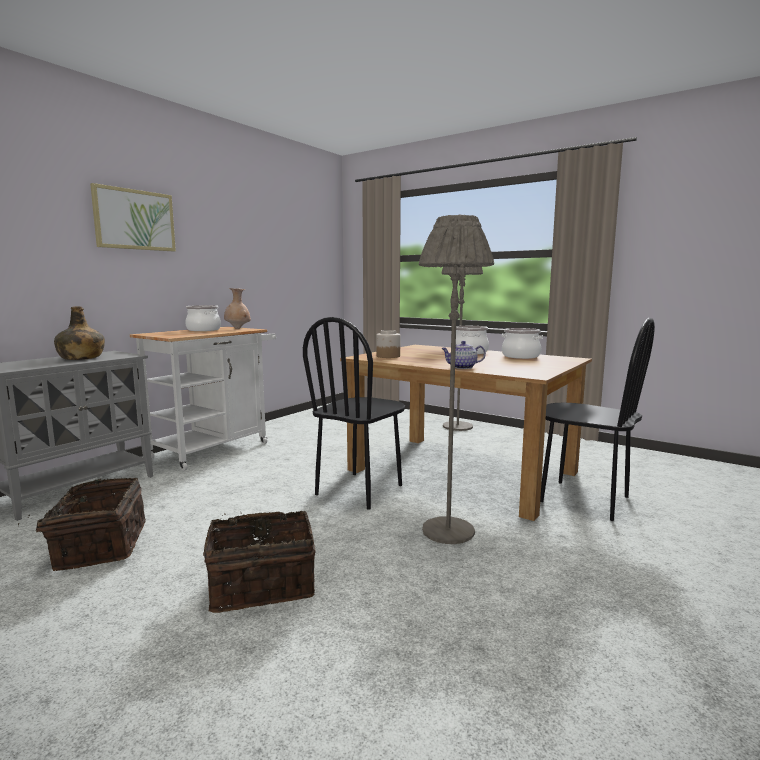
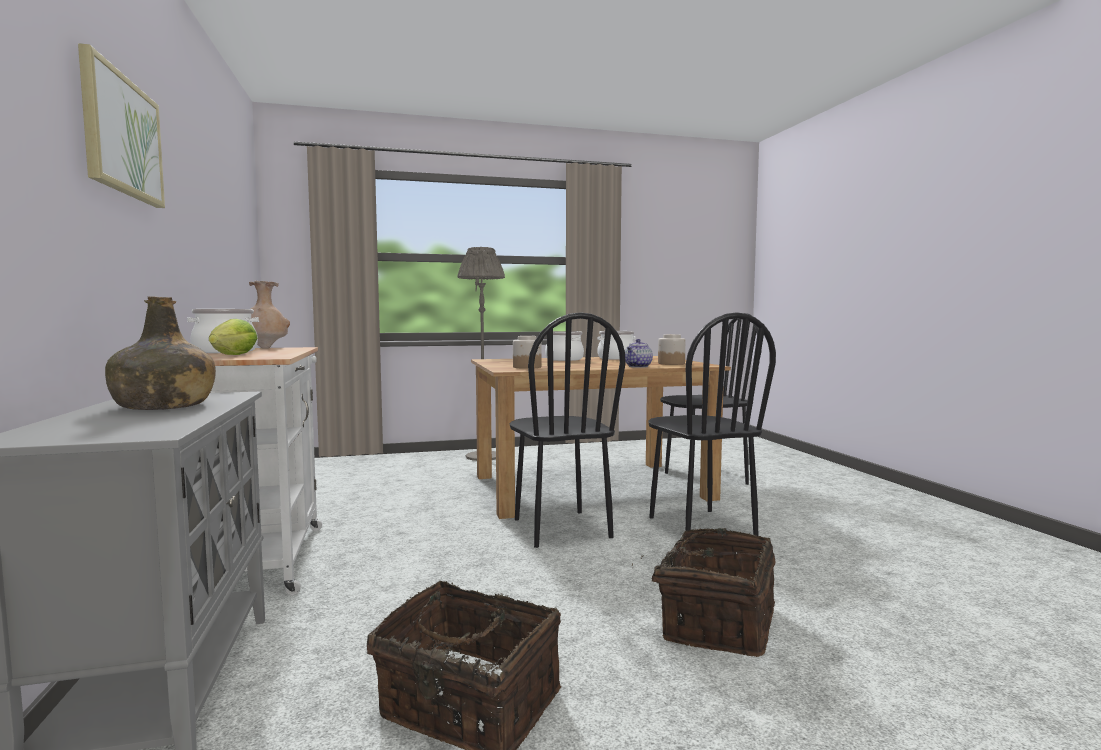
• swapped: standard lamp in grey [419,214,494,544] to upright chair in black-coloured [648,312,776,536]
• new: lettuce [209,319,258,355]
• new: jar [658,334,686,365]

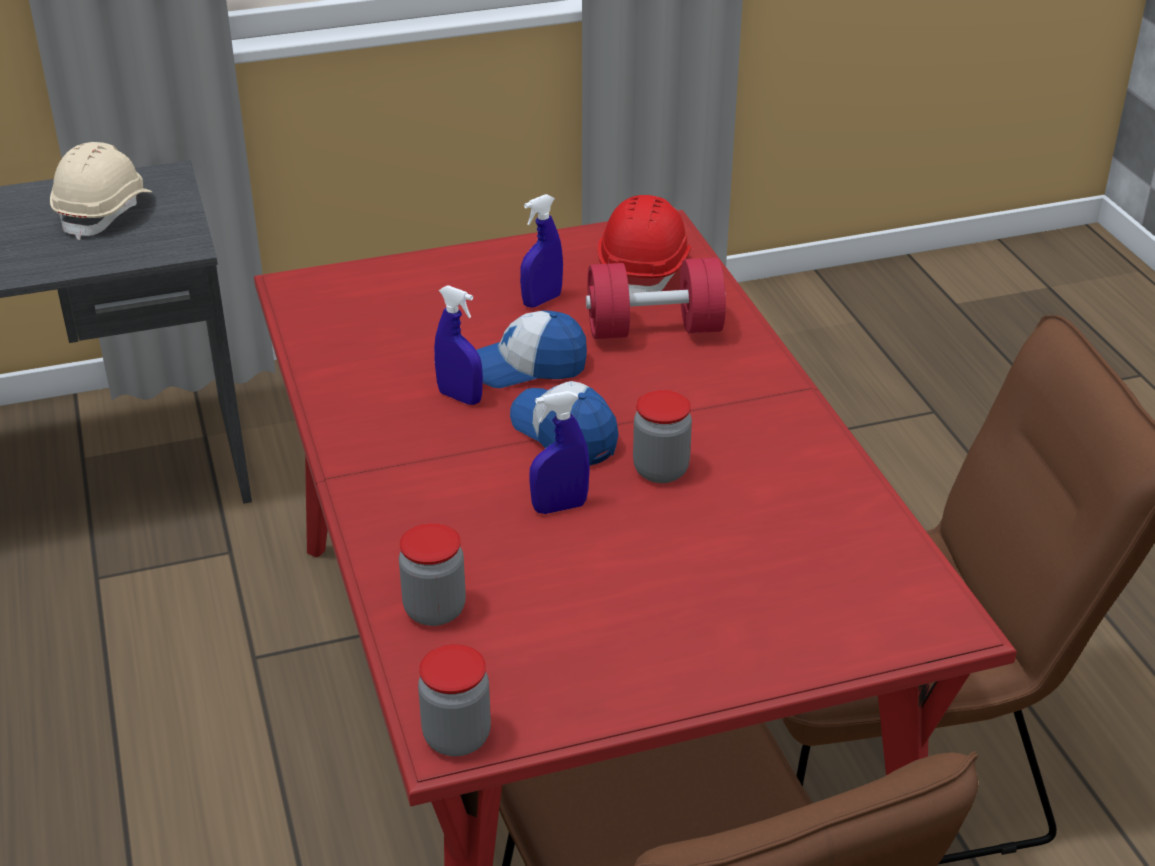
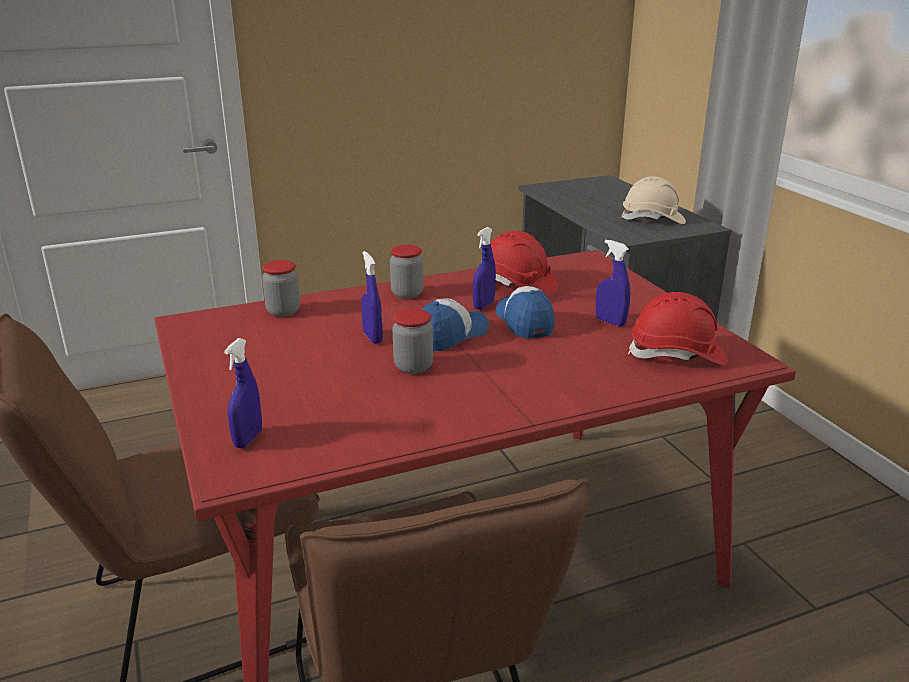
• shifted: jar [418,644,491,756] to [390,245,424,299]
• gone: hand weight in red [586,257,726,339]
• new: spray bottle in blue-coloured [224,338,262,448]
• new: work helmet in red [491,231,558,296]

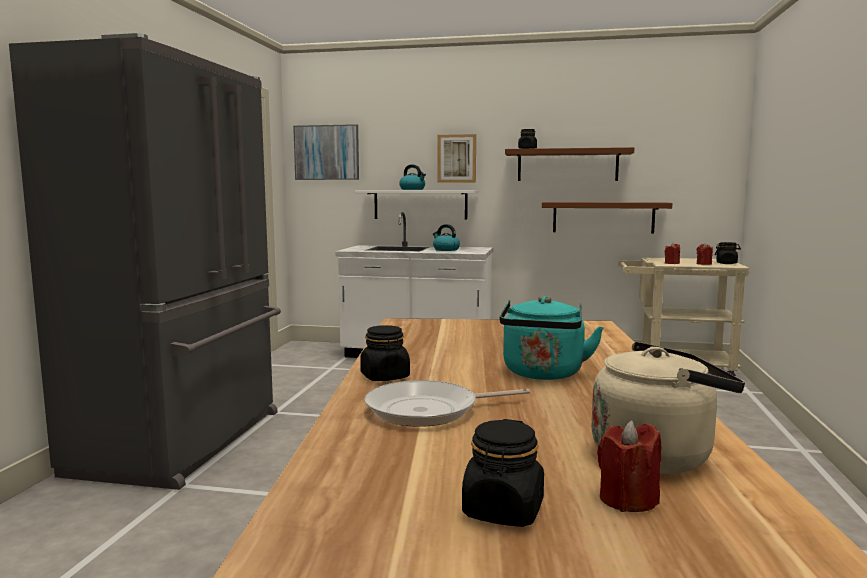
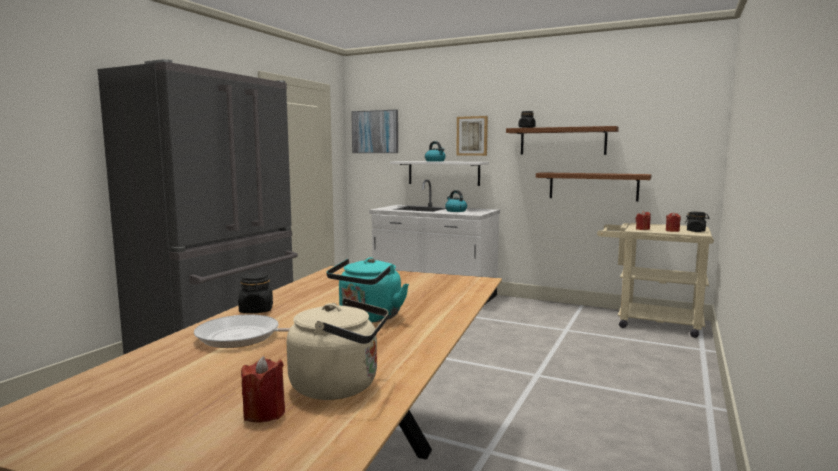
• gone: jar in black-coloured [462,419,544,527]

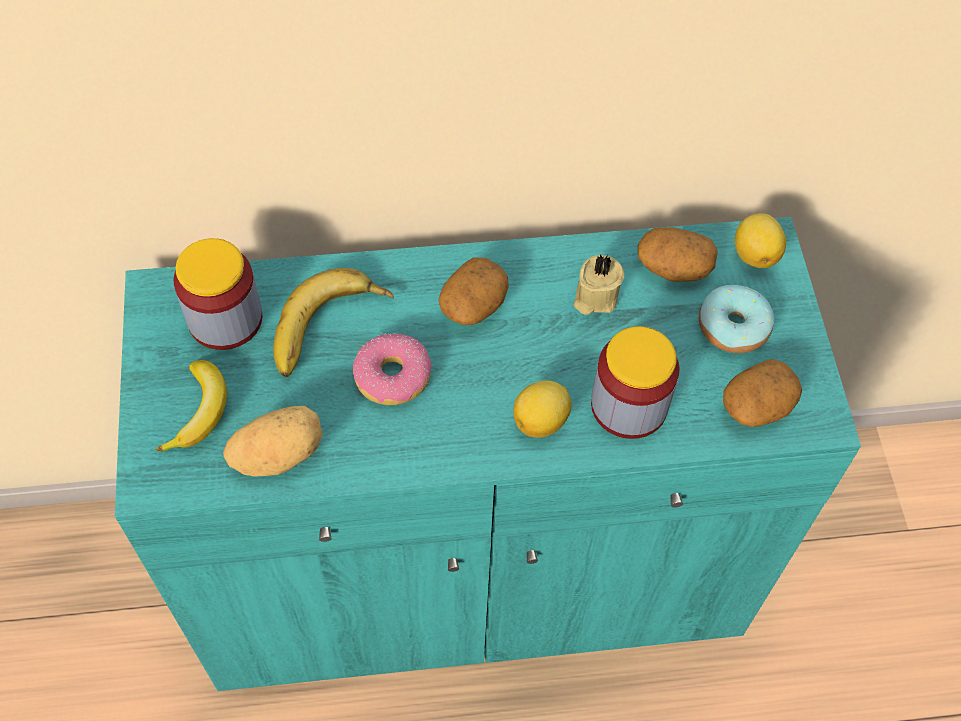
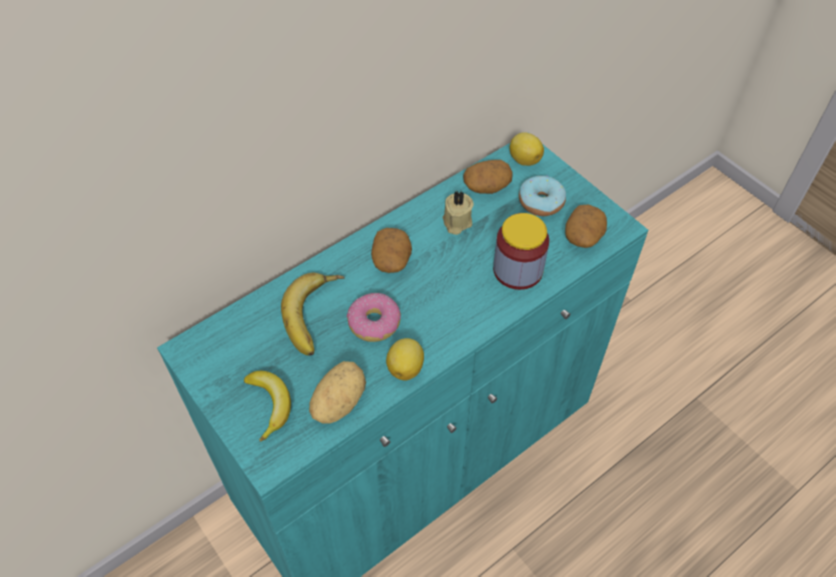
• gone: jar [174,238,263,350]
• shifted: citrus fruit [513,380,572,438] to [386,338,424,381]

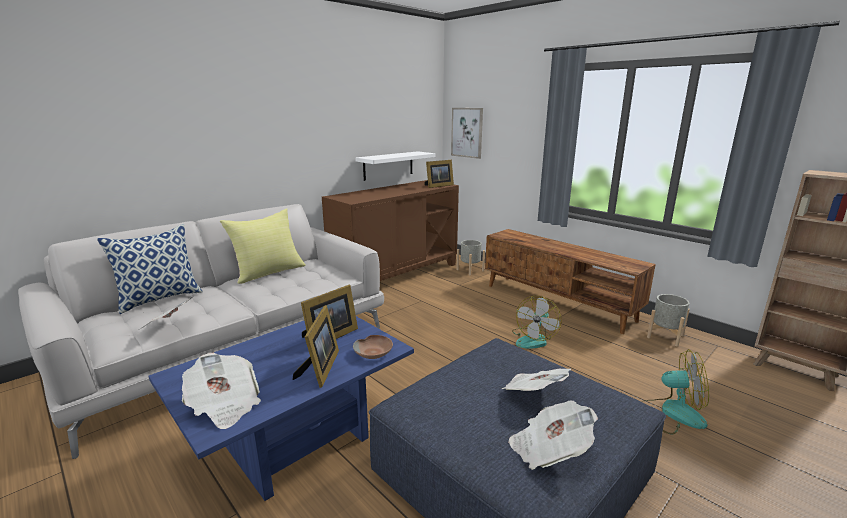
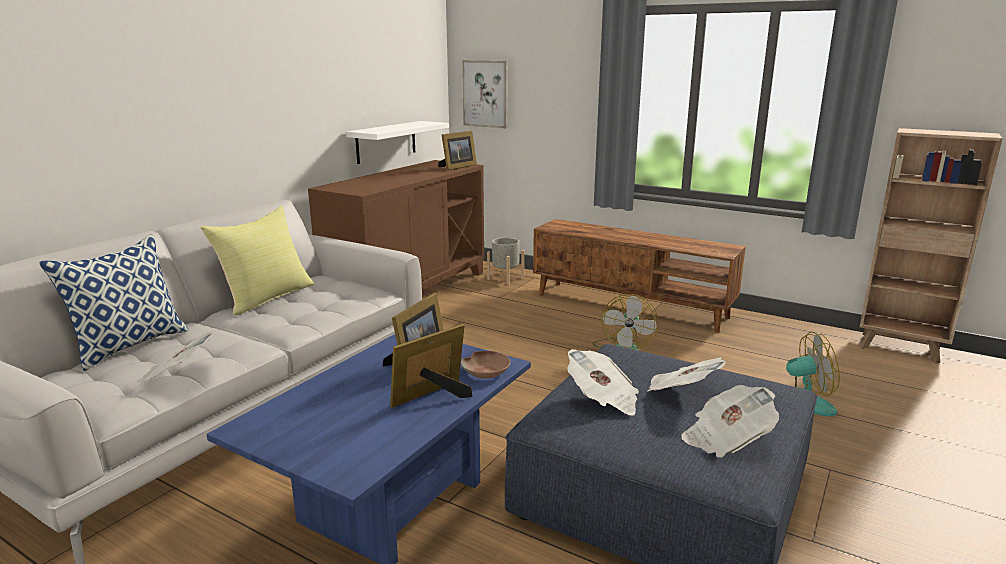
• shifted: printed paper [182,353,261,429] to [567,349,639,416]
• rotated: photo frame [293,305,339,388] = [390,324,472,408] 120 degrees counterclockwise
• gone: flower pot in grey [647,294,690,347]

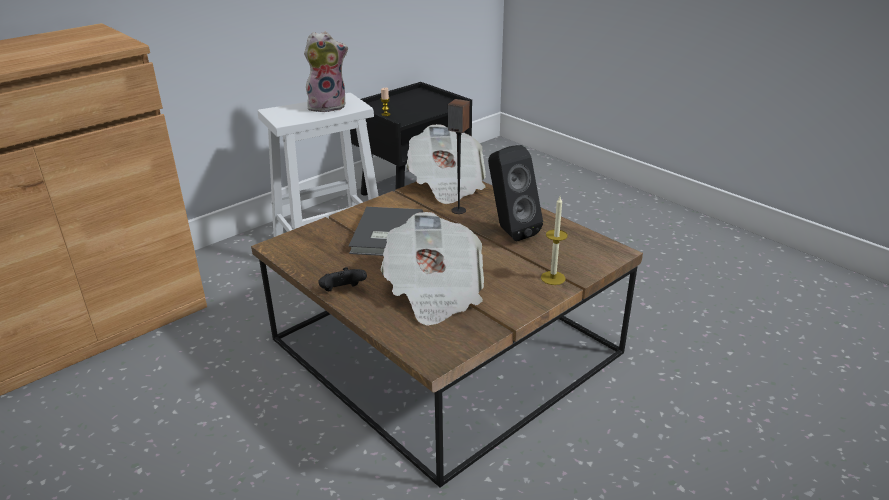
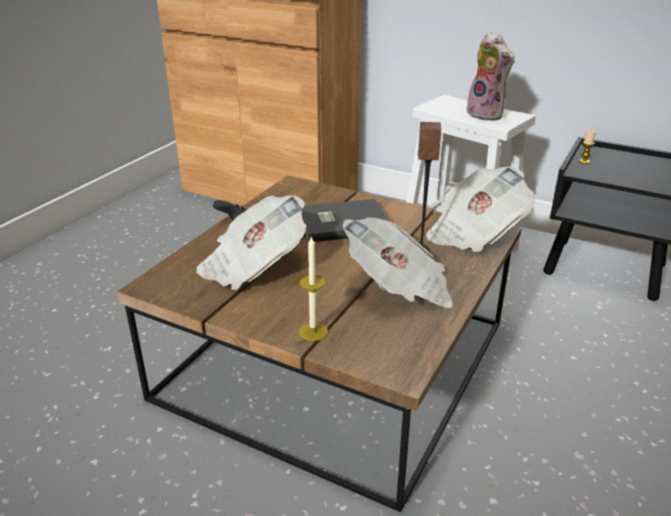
• swapped: speaker in black-coloured [488,145,543,241] to printed paper [343,217,453,308]

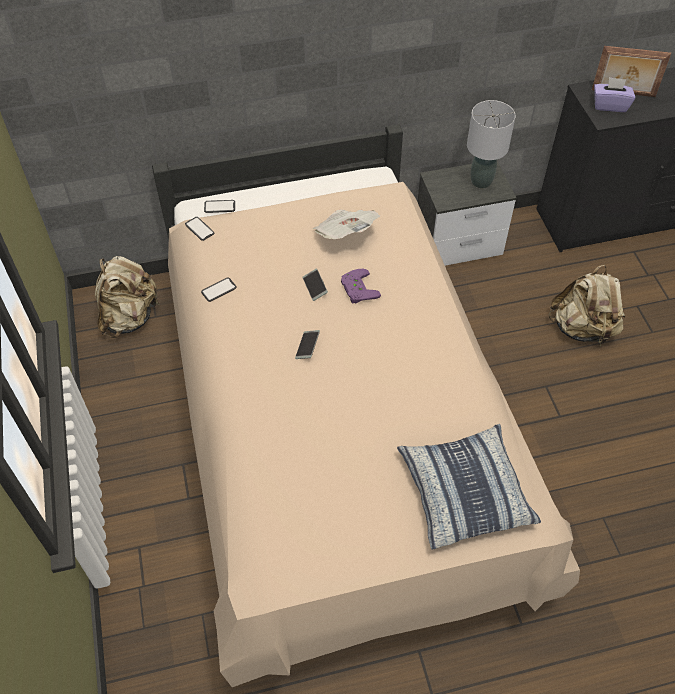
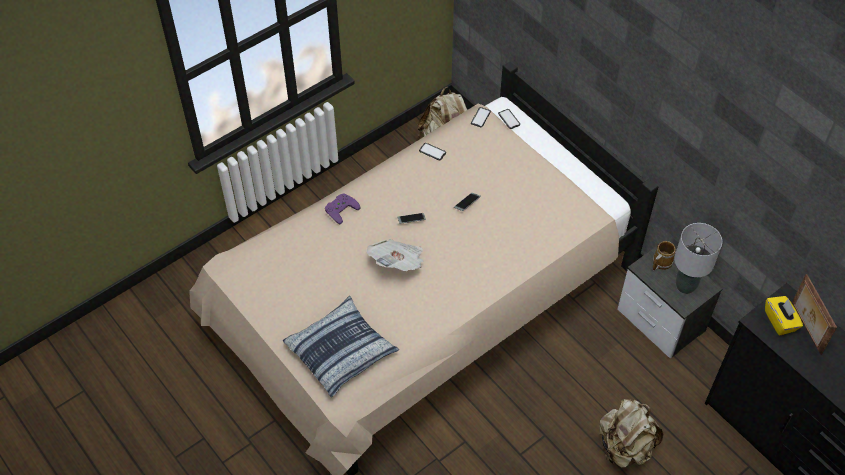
• shifted: printed paper [313,209,380,239] to [367,239,423,271]
• shifted: gamepad in purplish [341,269,381,303] to [325,193,361,224]
• repainted: tissue box in purplish [594,77,635,112] to tissue box in yellow [765,296,803,336]
• new: mug [653,241,676,270]

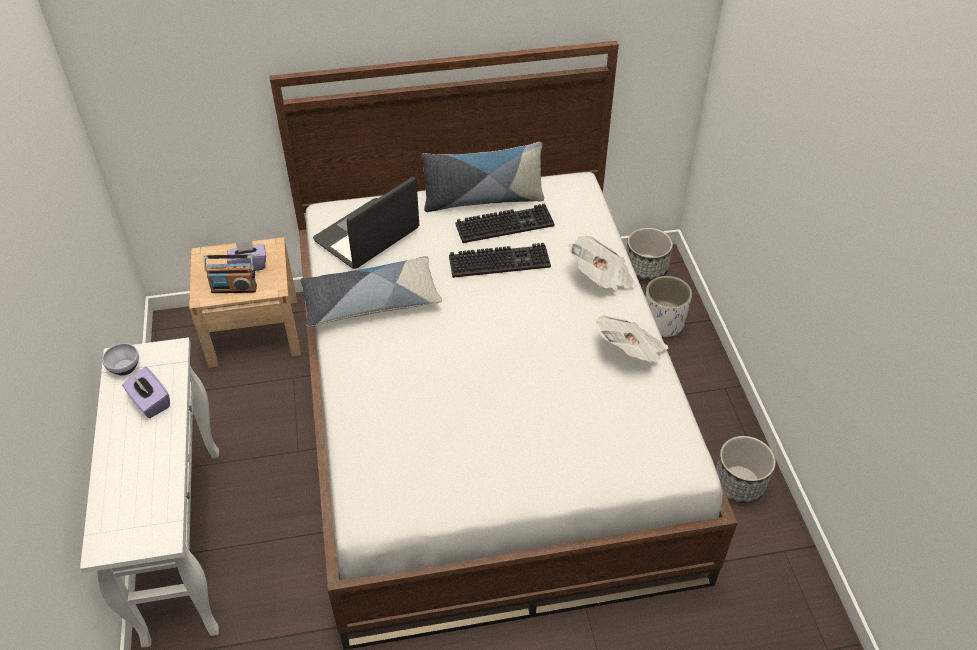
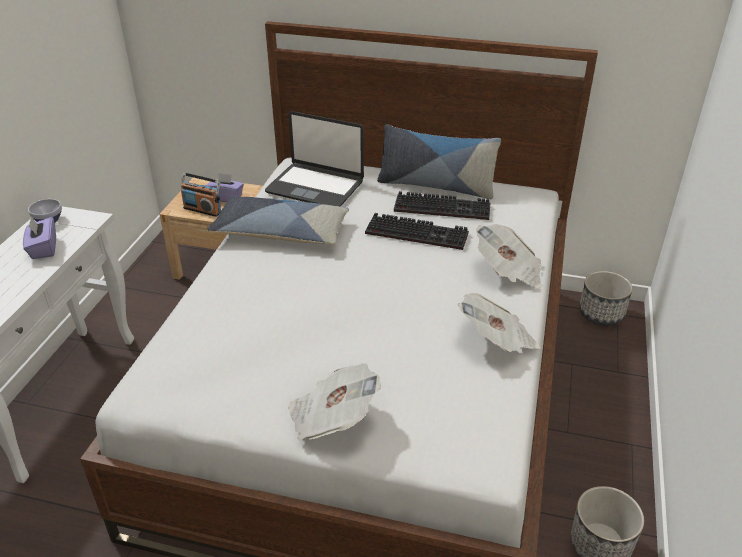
• rotated: notebook computer [313,177,419,269] = [265,111,364,206] 135 degrees counterclockwise
• gone: flower pot in white [646,276,692,337]
• new: printed paper [288,363,381,441]

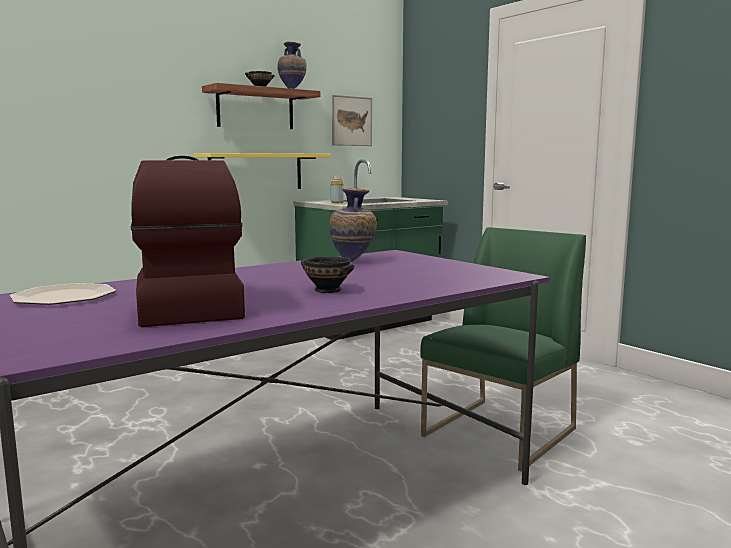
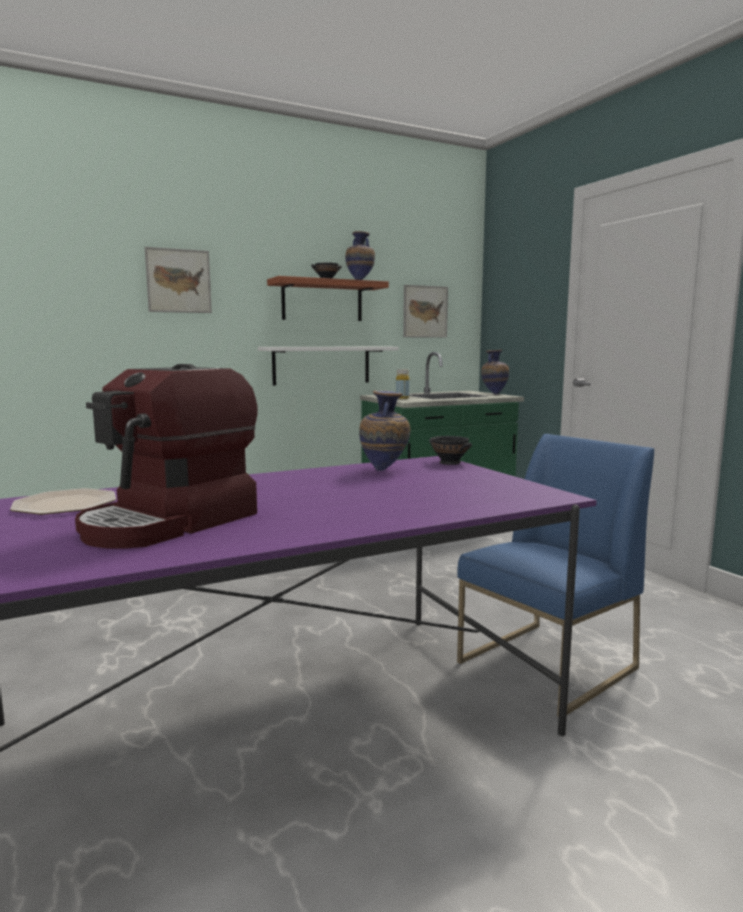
• rotated: coffee maker [131,156,245,327] = [75,364,258,548] 135 degrees counterclockwise
• repainted: wall shelf in yellow [194,153,331,189] to wall shelf in white [258,347,399,386]
• shifted: bowl in black-coloured [301,256,355,293] to [429,436,472,465]
• repainted: upright chair in green [420,227,586,472] to upright chair in blue-coloured [457,434,654,717]
• new: wall picture [145,247,212,313]
• new: flower vase [481,349,509,394]

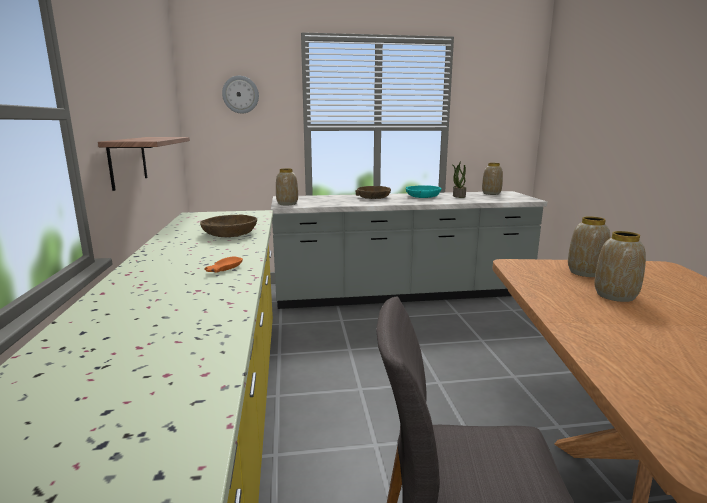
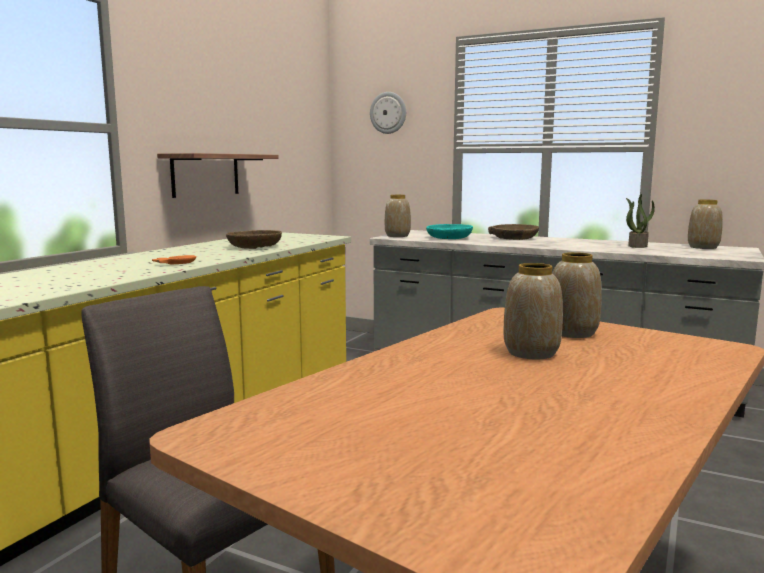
• shifted: bowl in turquoise [406,185,442,198] to [426,224,473,239]

